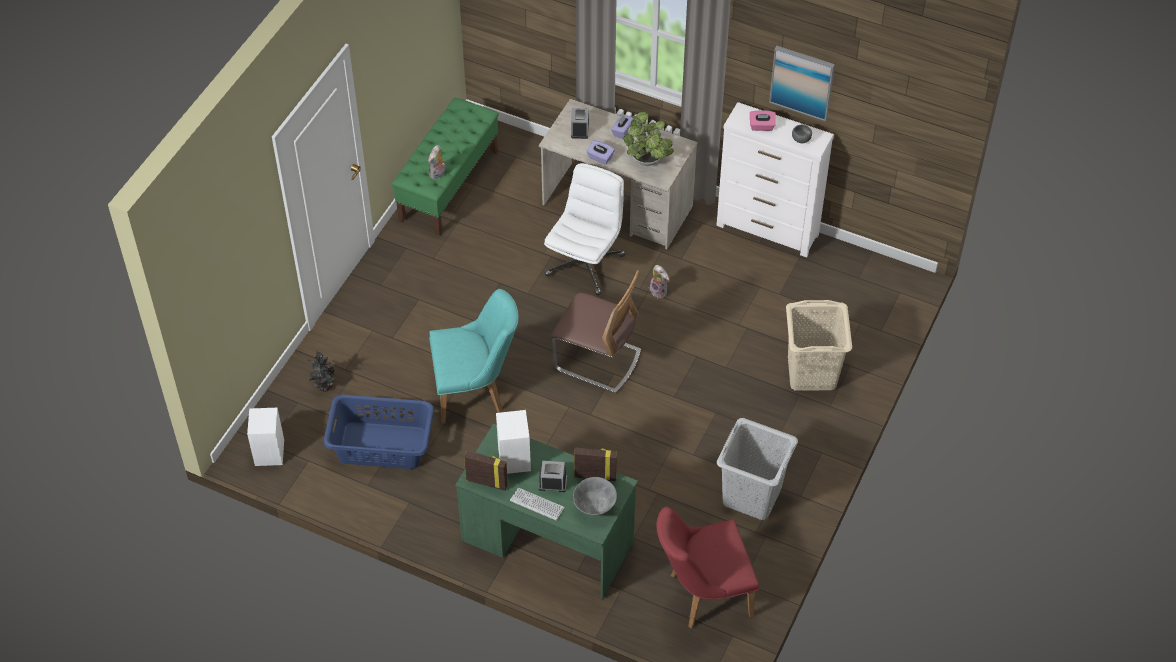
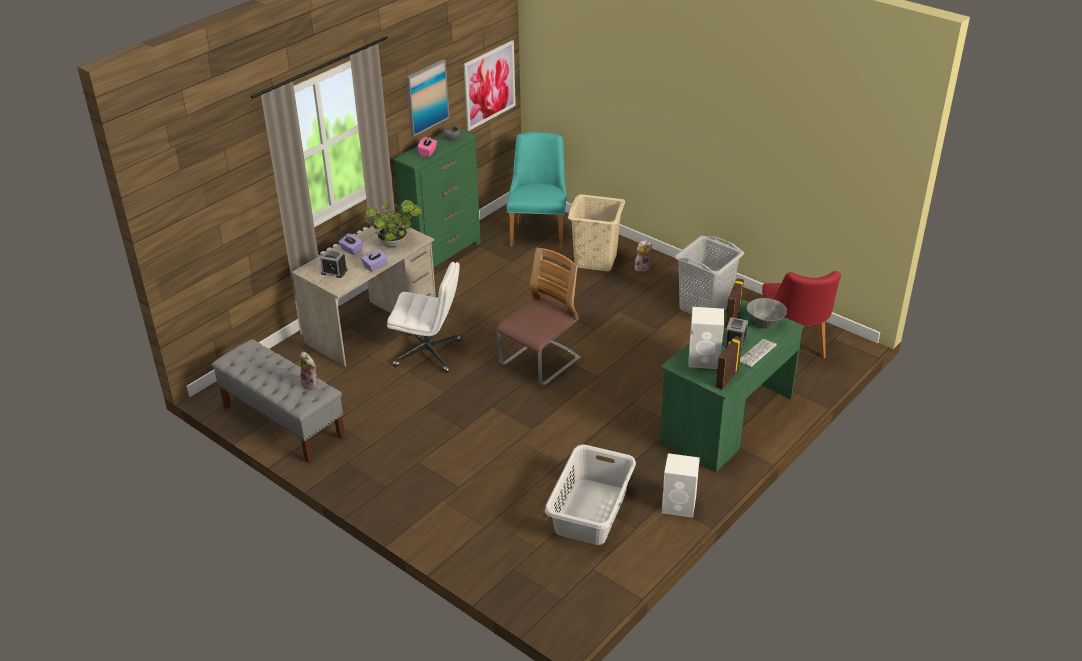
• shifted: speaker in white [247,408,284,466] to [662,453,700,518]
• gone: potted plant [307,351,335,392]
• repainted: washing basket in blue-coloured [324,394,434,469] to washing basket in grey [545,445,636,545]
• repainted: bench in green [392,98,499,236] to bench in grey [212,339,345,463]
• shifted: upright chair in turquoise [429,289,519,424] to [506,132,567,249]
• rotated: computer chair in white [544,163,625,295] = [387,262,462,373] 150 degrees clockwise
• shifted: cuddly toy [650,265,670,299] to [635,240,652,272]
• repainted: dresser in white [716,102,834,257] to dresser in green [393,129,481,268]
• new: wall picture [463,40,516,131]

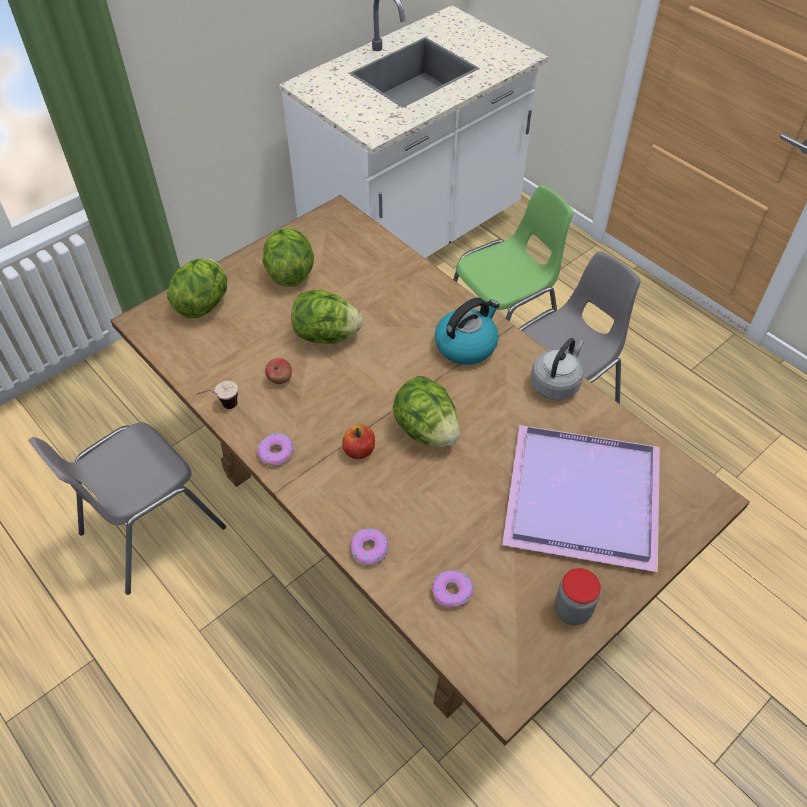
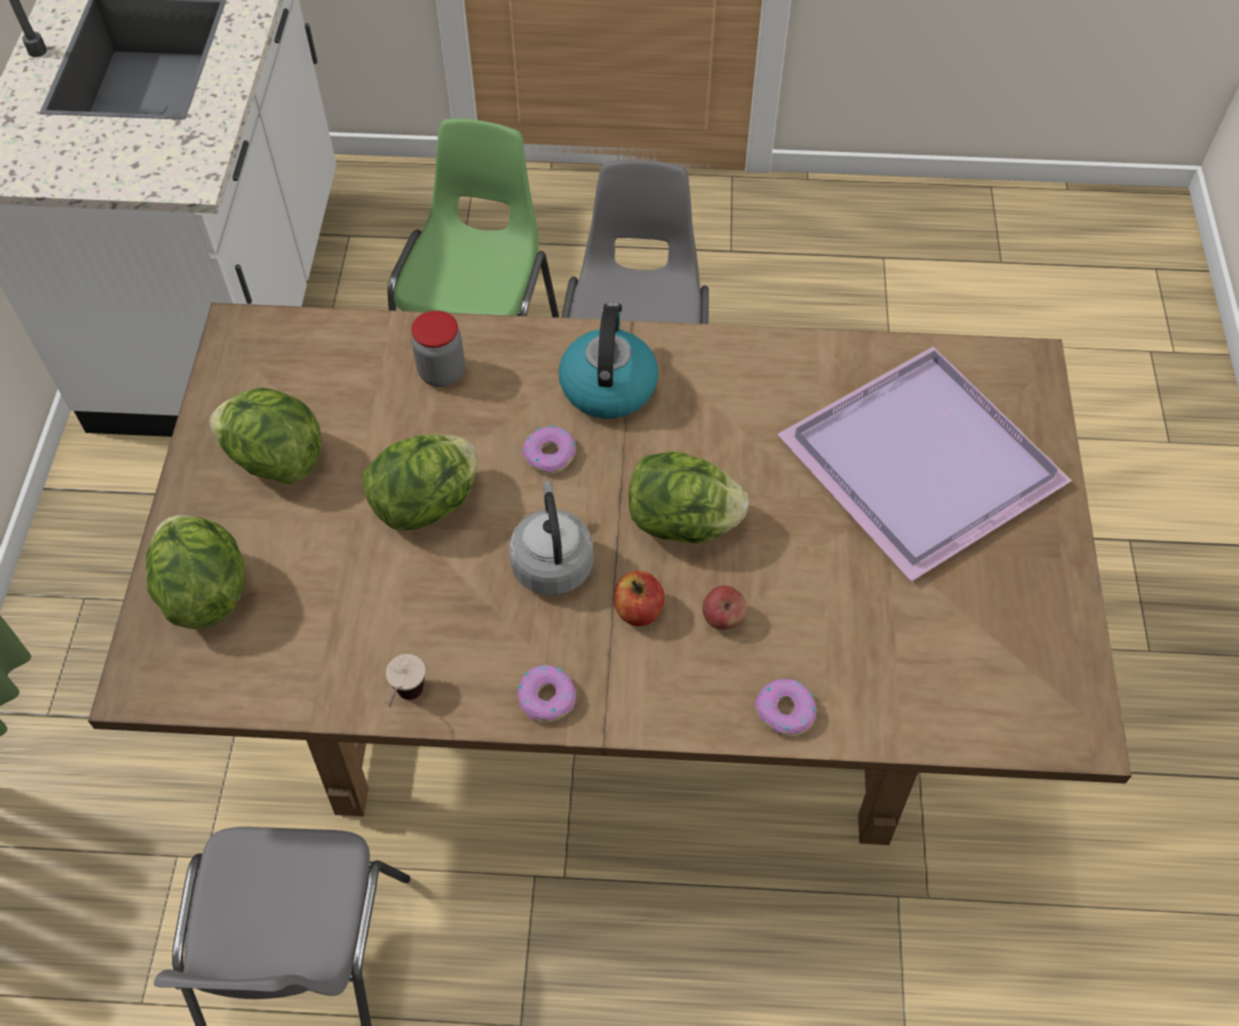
• shifted: whole apple [265,358,292,384] to [702,585,747,630]
• shifted: donut [432,570,474,608] to [522,425,576,474]
• shifted: tea kettle in grey [531,338,584,400] to [509,481,593,595]
• shifted: jar [555,568,601,625] to [411,311,465,387]

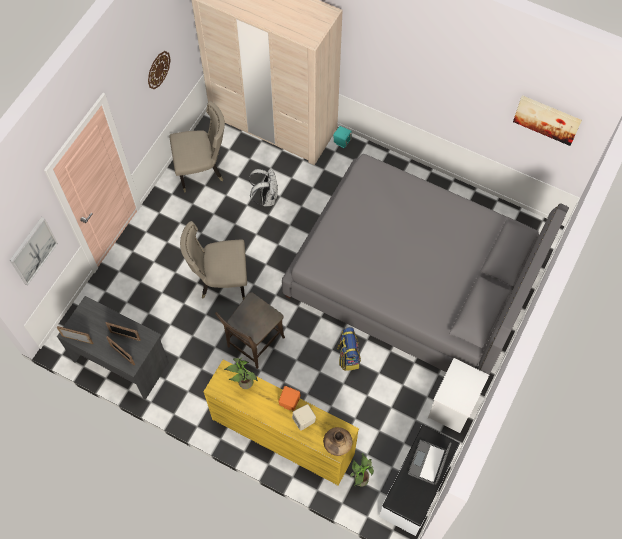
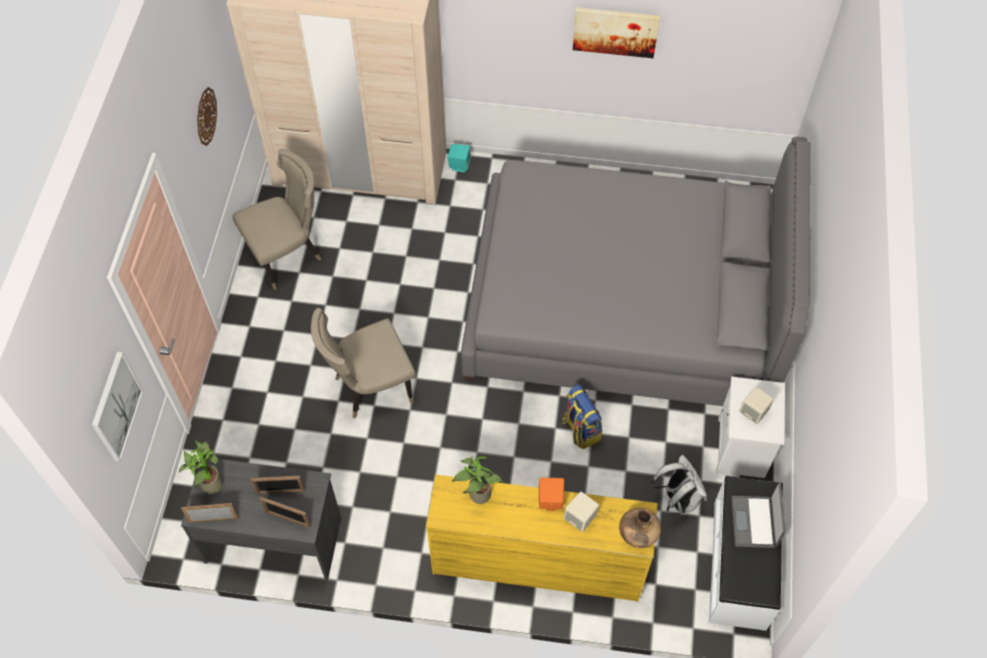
• gone: upright chair in brownish [215,292,285,369]
• shifted: rucksack in white [249,168,278,206] to [651,454,707,515]
• shifted: potted plant [350,453,374,486] to [179,440,222,494]
• shifted: wall picture [513,95,582,146] to [573,7,660,58]
• new: speaker in beige-coloured [739,387,774,424]

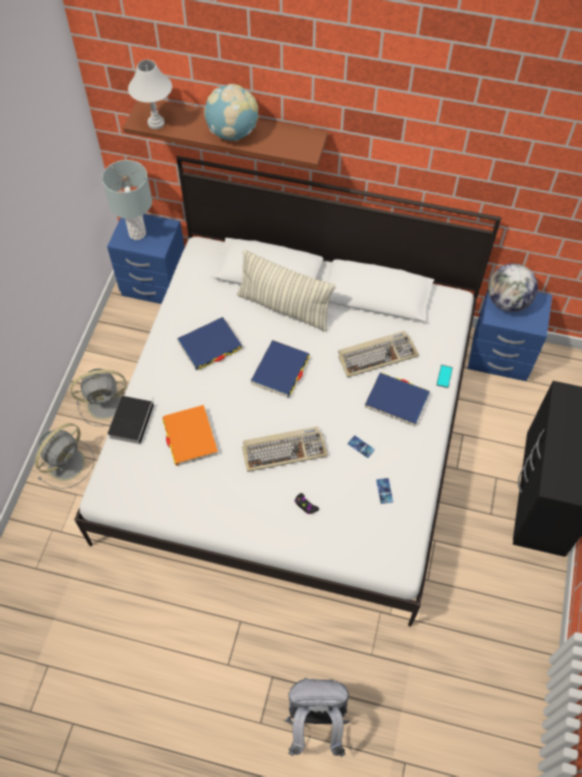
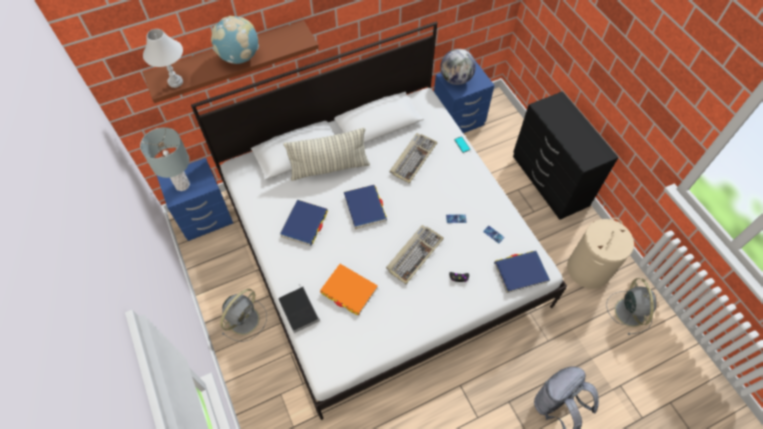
• shifted: cooling fan in grey [35,423,95,489] to [606,278,657,335]
• shifted: volume in blue-coloured [365,373,430,427] to [494,251,550,293]
• new: washing basket in beige-coloured [567,218,634,289]

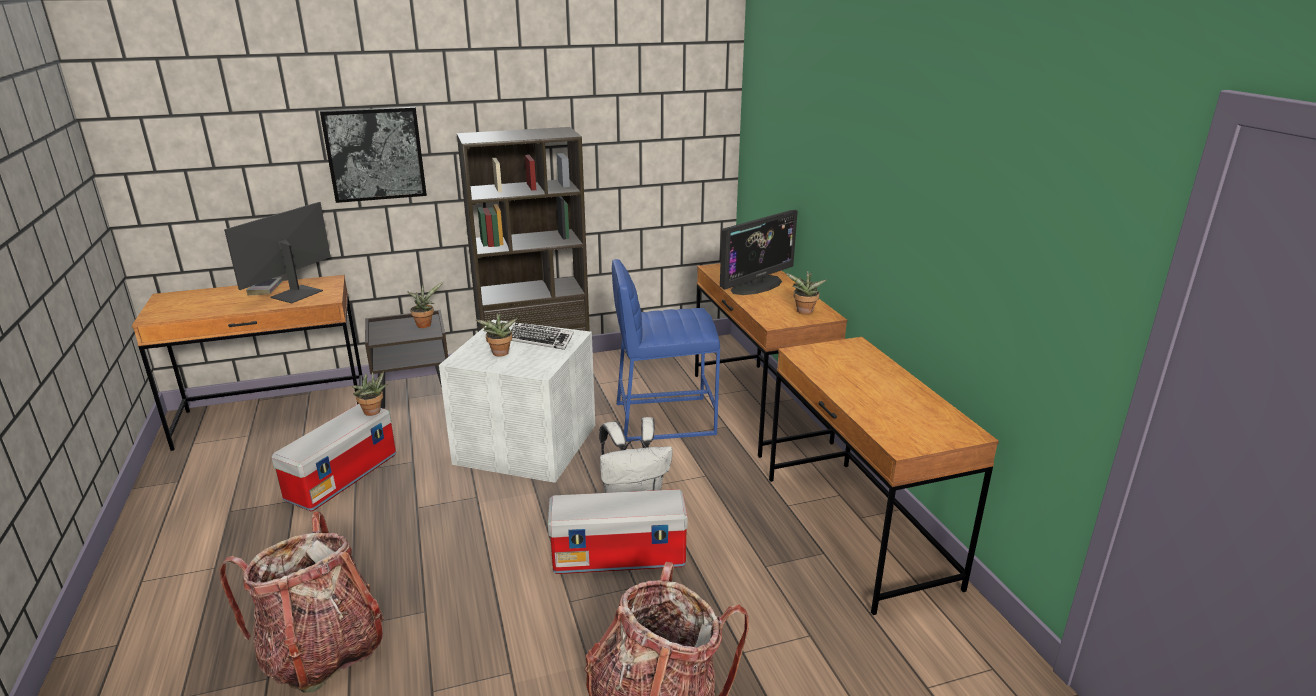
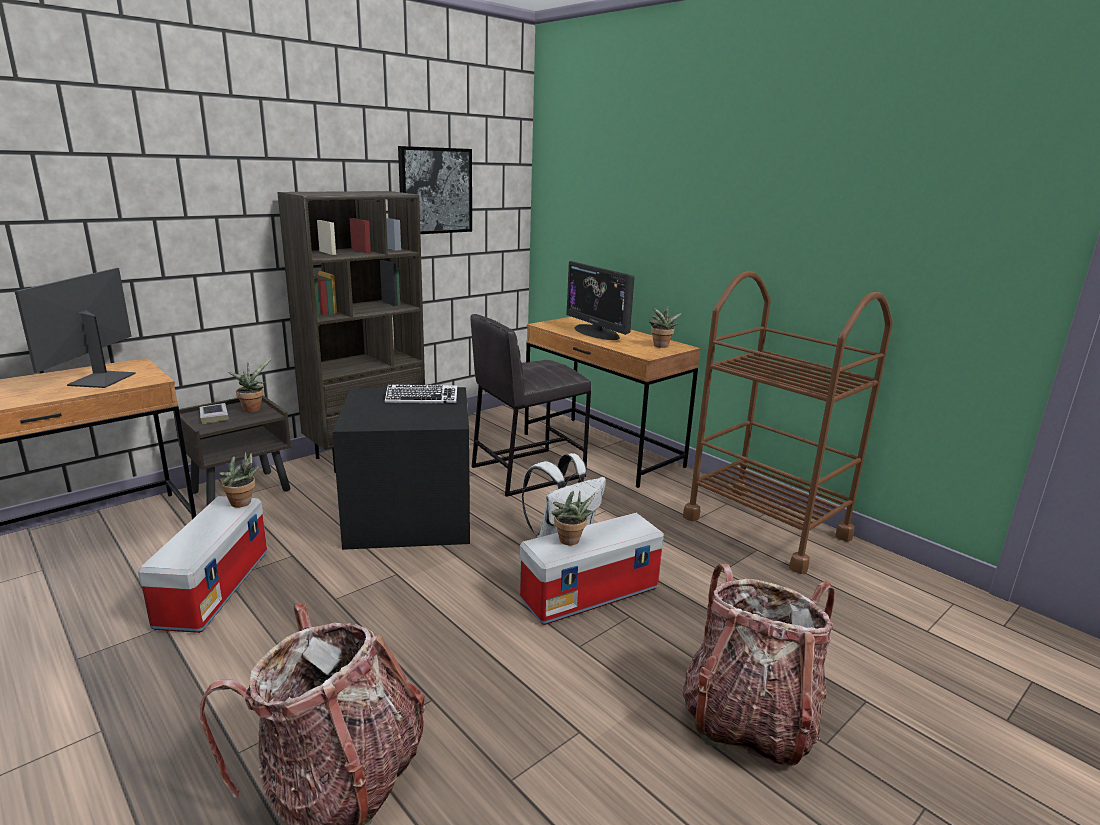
• shifted: volume [246,277,283,295] to [200,403,229,424]
• shifted: wall picture [320,107,427,203] to [398,146,472,234]
• repainted: storage container in white [439,320,595,483] to storage container in black-coloured [332,387,470,550]
• shifted: potted plant [476,313,517,356] to [551,491,595,545]
• repainted: stool in blue-coloured [612,259,720,442] to stool in grey [471,314,591,497]
• rotated: computer screen [720,210,798,295] = [566,261,635,340] 120 degrees clockwise
• swapped: desk unit in brownish [769,337,999,615] to wheeled cart in brownish [683,271,893,574]

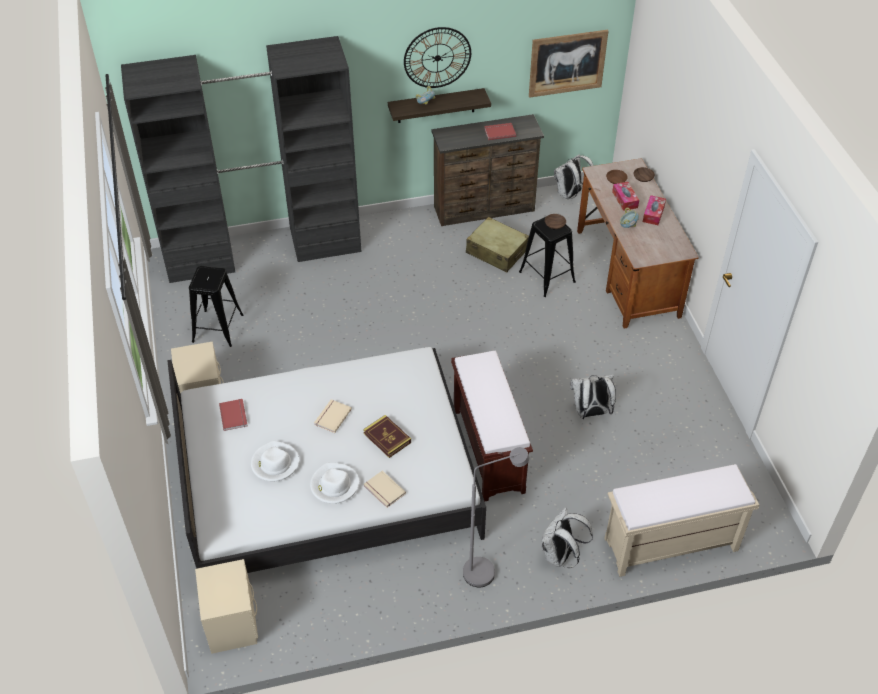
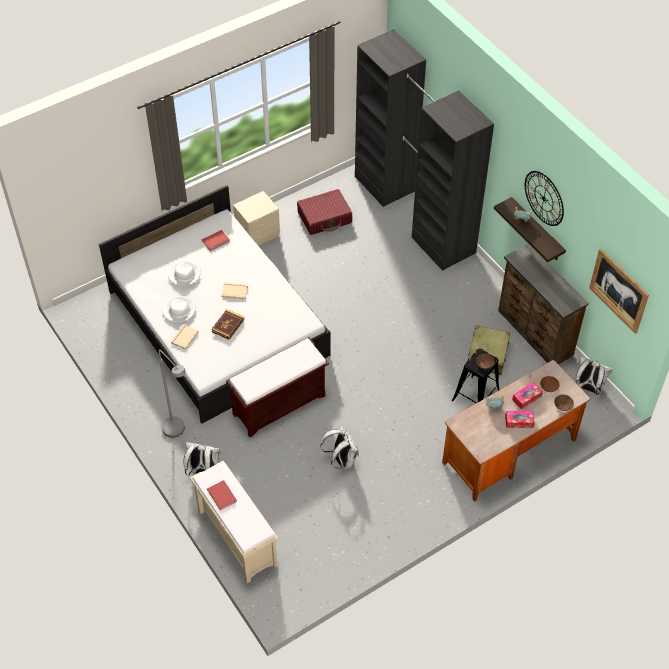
• swapped: stool in black-coloured [189,266,244,347] to piece of luggage in red [297,189,352,235]
• gone: bedside table in beige-coloured [195,559,258,654]
• shifted: volume in red [484,123,516,140] to [207,480,237,510]

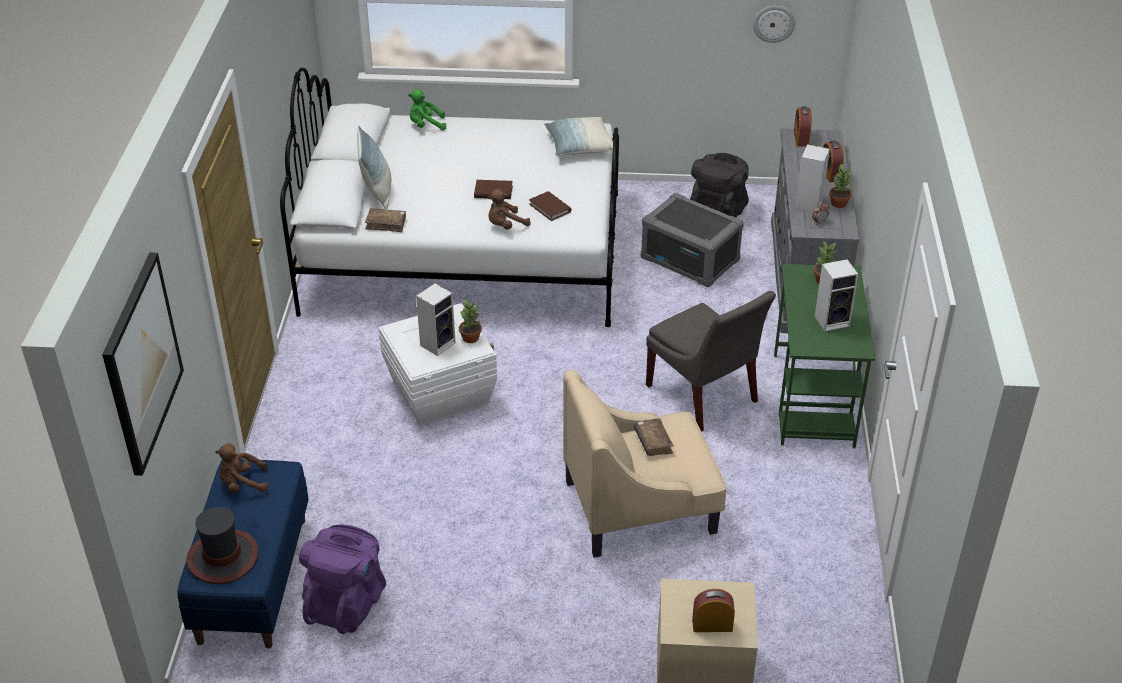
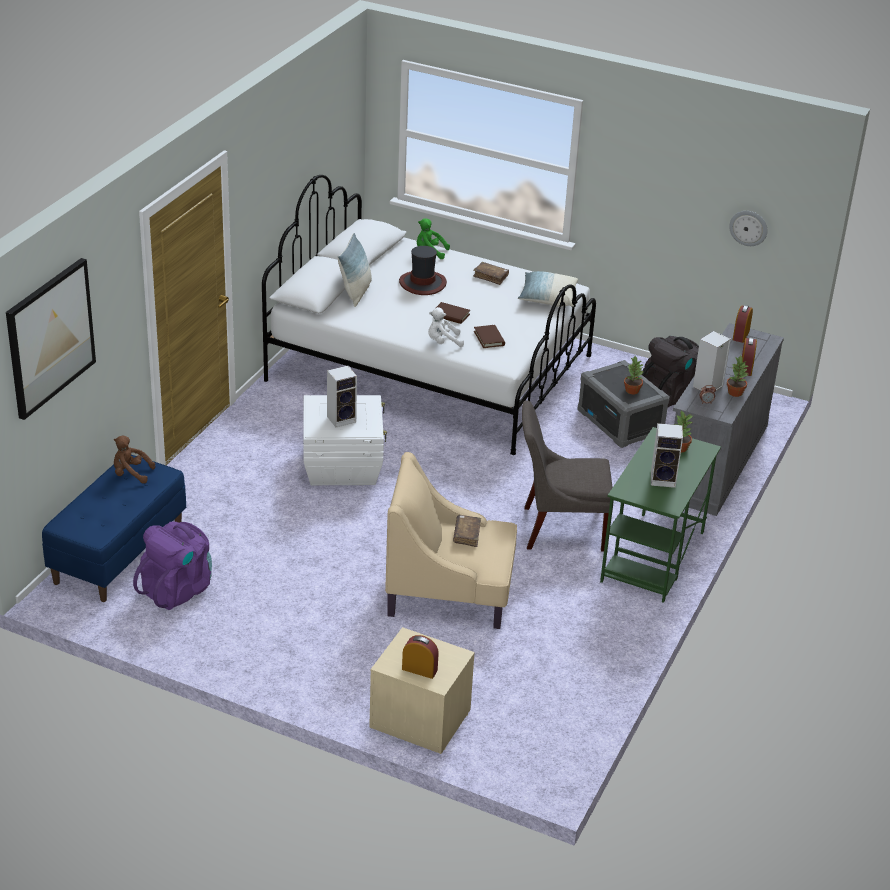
• shifted: wearable hat [186,507,259,584] to [399,246,447,295]
• shifted: volume in brownish [365,208,406,232] to [473,262,509,285]
• shifted: potted plant [459,298,482,343] to [624,356,644,394]
• repainted: cuddly toy in brownish [488,189,531,229] to cuddly toy in white [428,307,464,347]
• rotated: upright chair in grey [646,291,776,432] = [522,400,613,552] 105 degrees clockwise

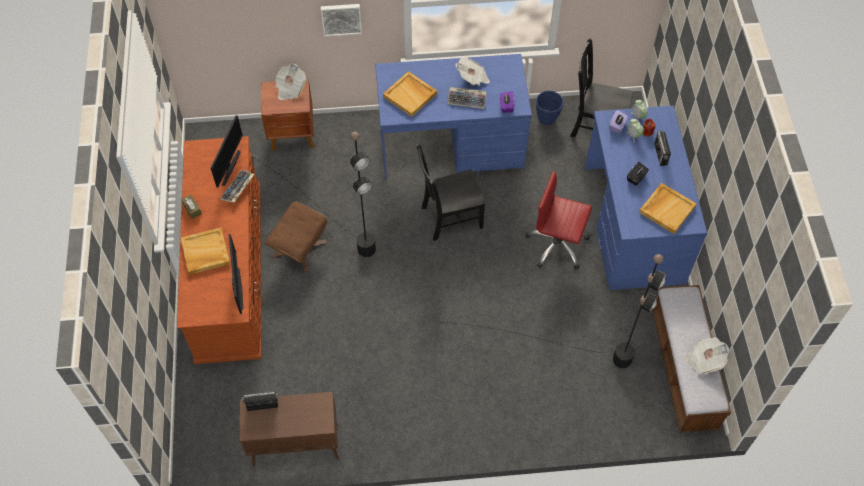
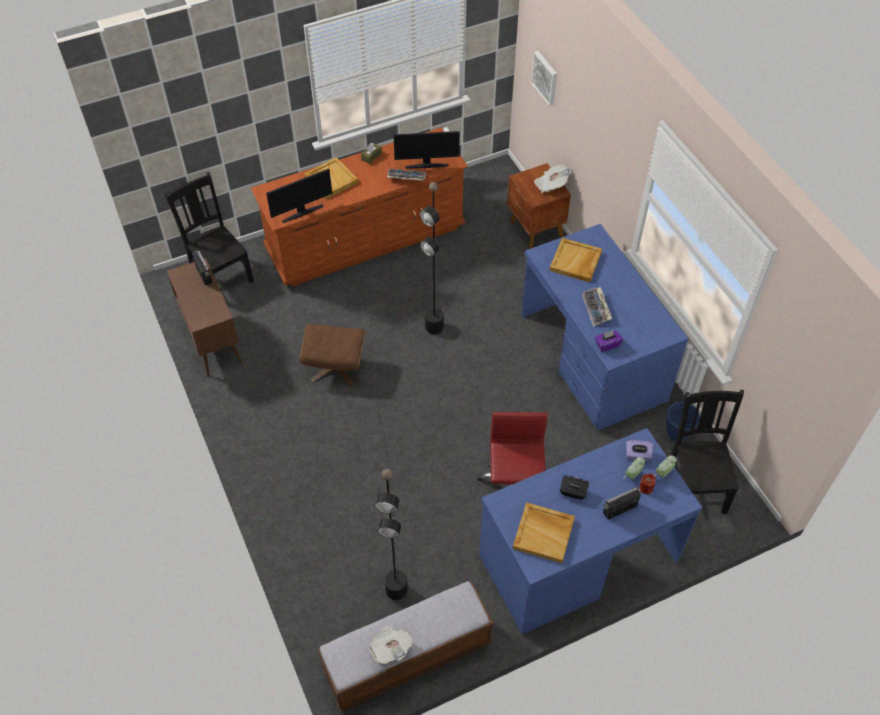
• shifted: pouffe in brownish [265,201,327,272] to [299,324,366,386]
• shifted: wall picture [321,4,362,37] to [531,51,557,106]
• shifted: upright chair in black-coloured [416,144,485,241] to [165,172,254,283]
• gone: printed paper [455,57,490,85]

